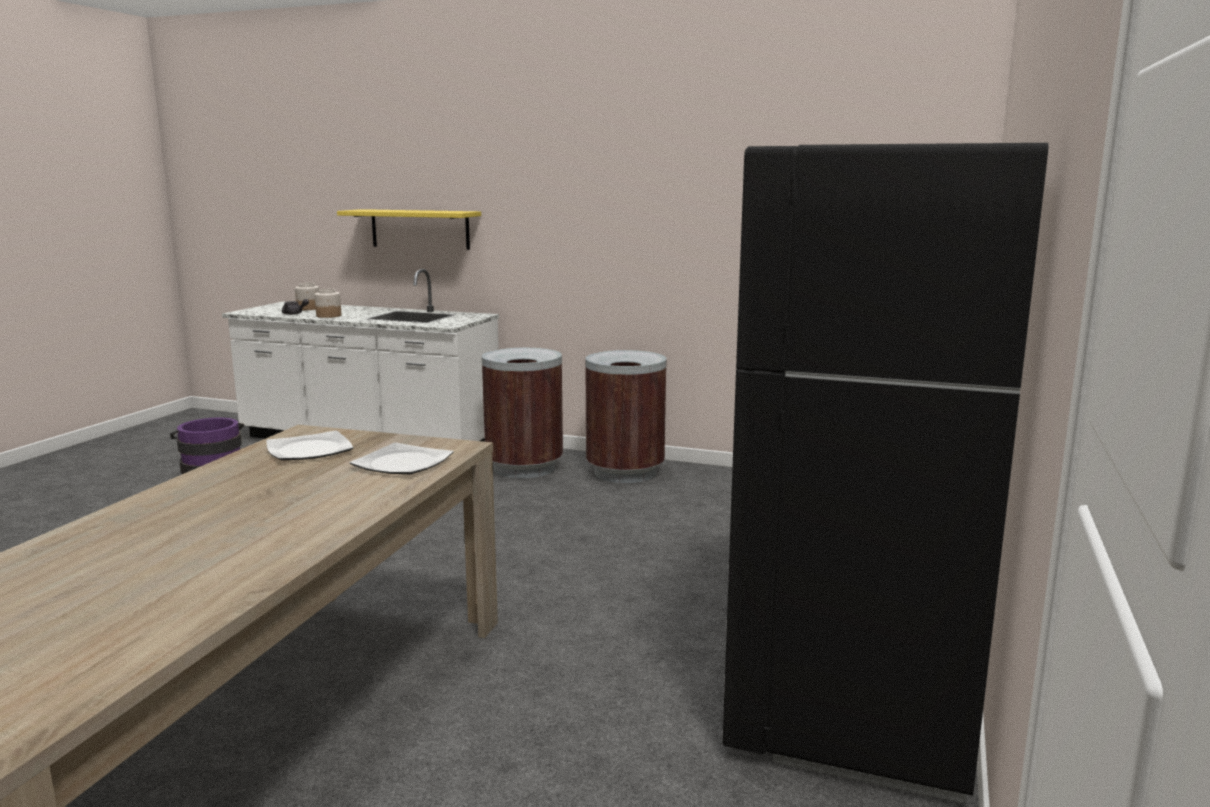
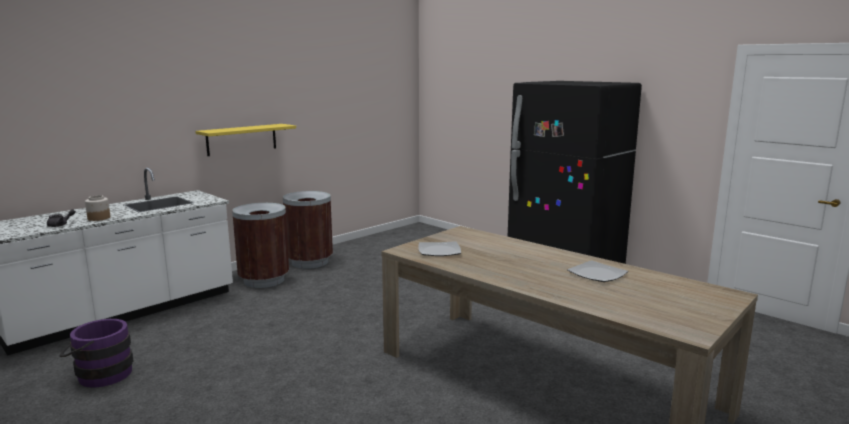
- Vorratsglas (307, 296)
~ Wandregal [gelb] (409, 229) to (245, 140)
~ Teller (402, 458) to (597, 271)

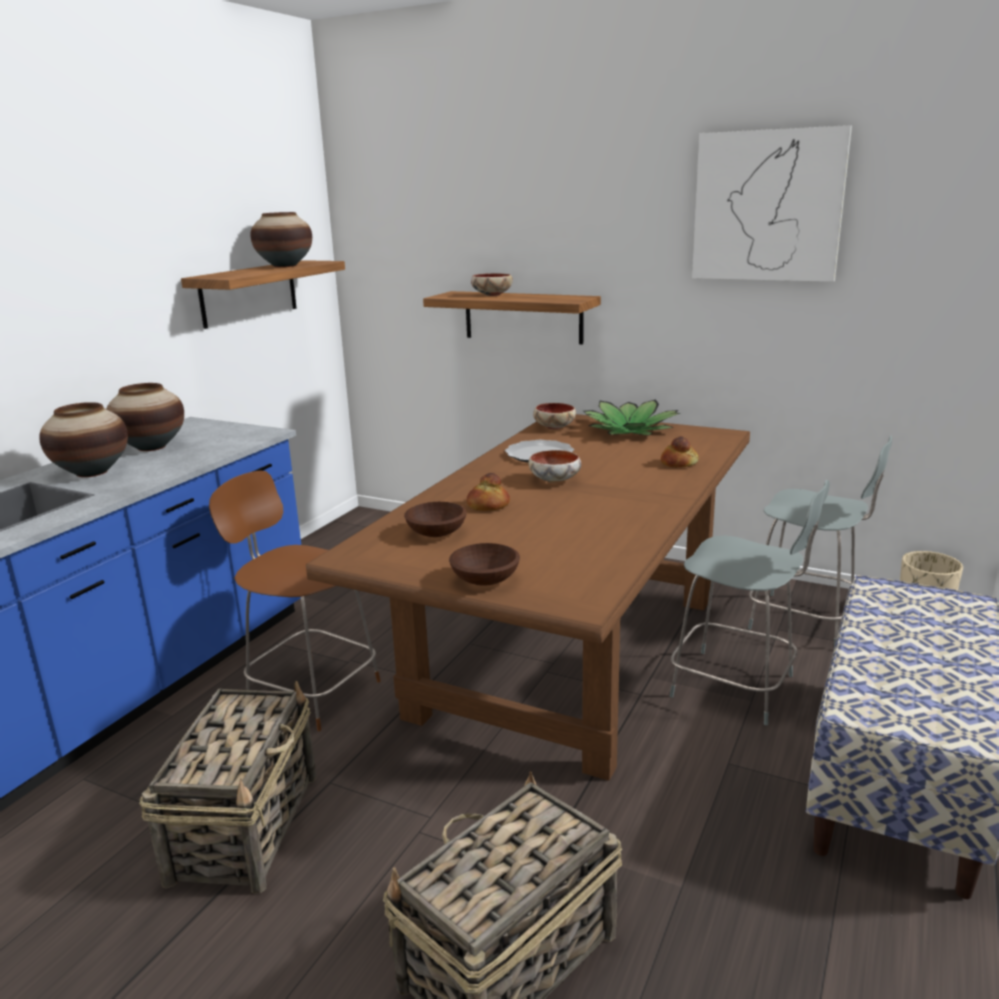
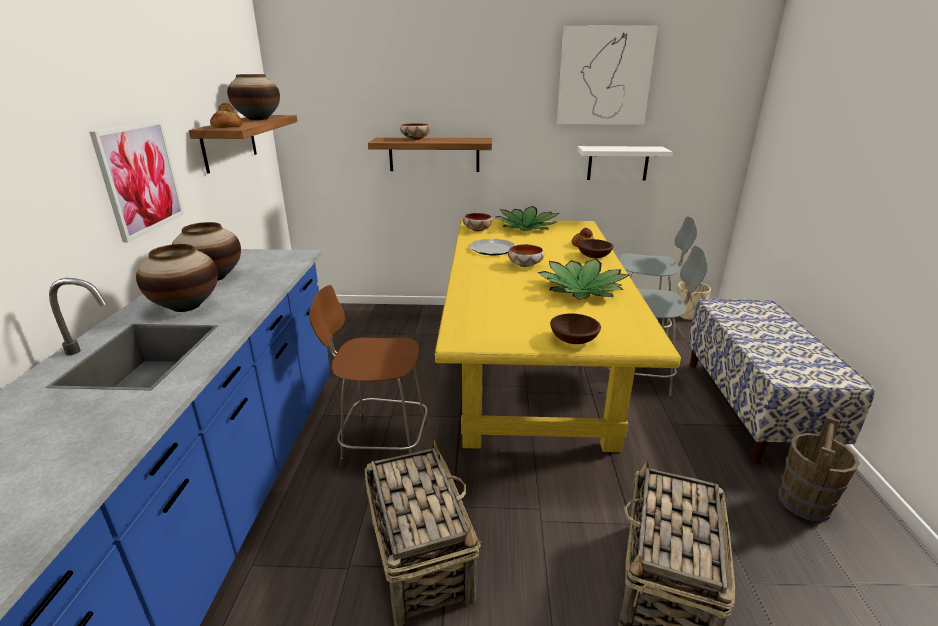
+ Bild (136, 181)
+ Topfpflanze (583, 279)
+ Wandregal [weiß] (625, 163)
+ Eimer [braun] (819, 469)
~ Schüssel [braun] (435, 519) to (595, 248)
~ Brot (488, 492) to (226, 115)
~ Esstisch [braun] (528, 597) to Esstisch [gelb] (558, 336)

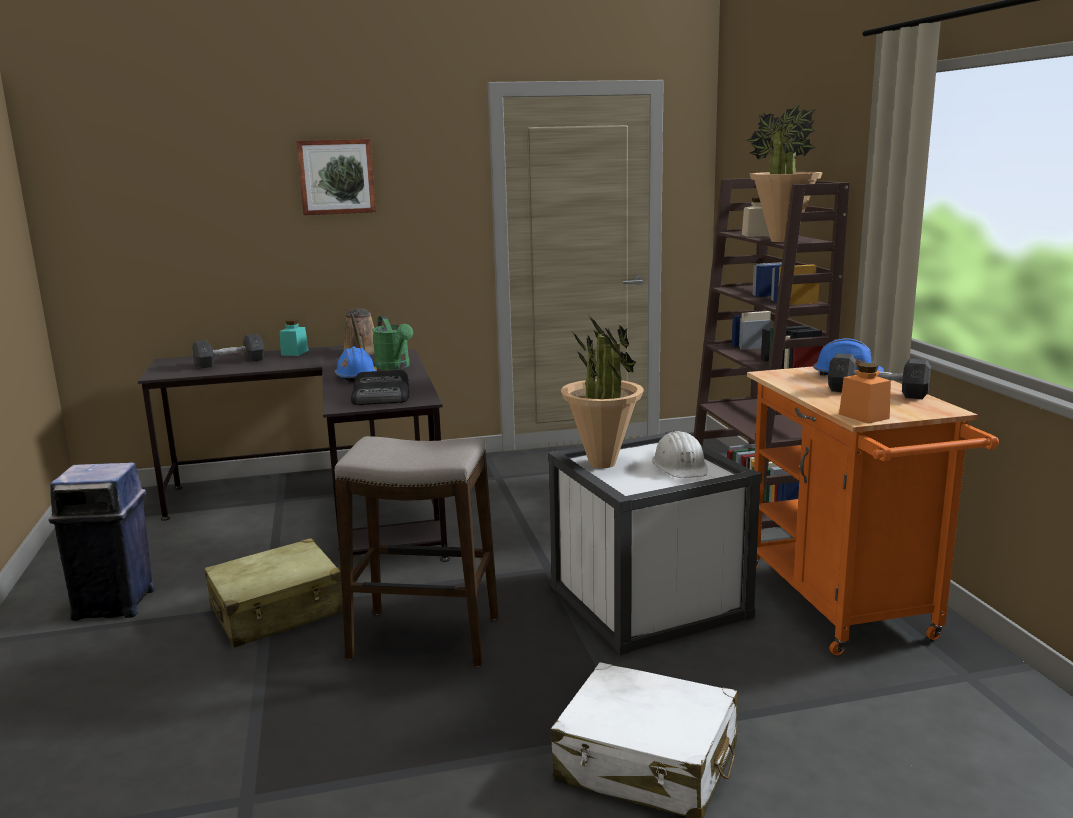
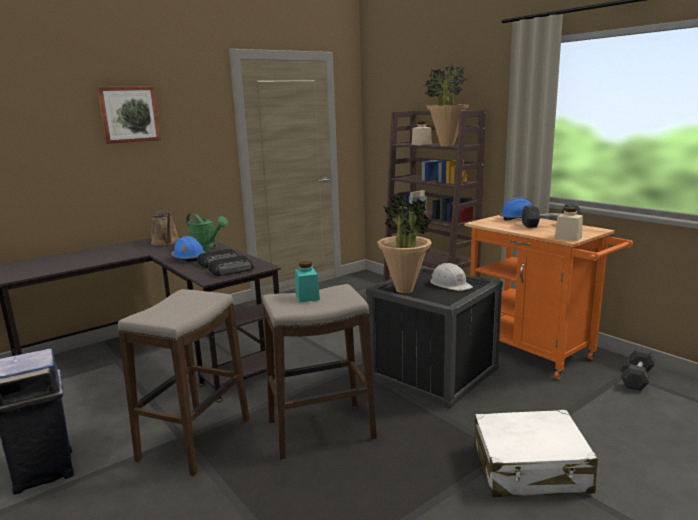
~ Hantel [grau] (228, 351) to (638, 369)
~ Vorratsglas [türkis] (294, 337) to (307, 281)
~ Koffer [beige] (273, 593) to Hocker (183, 382)
~ Aufbewahrungsbox [weiß] (655, 543) to Aufbewahrungsbox [schwarz] (434, 337)
~ Vorratsglas [orange] (865, 393) to Vorratsglas [beige] (569, 224)

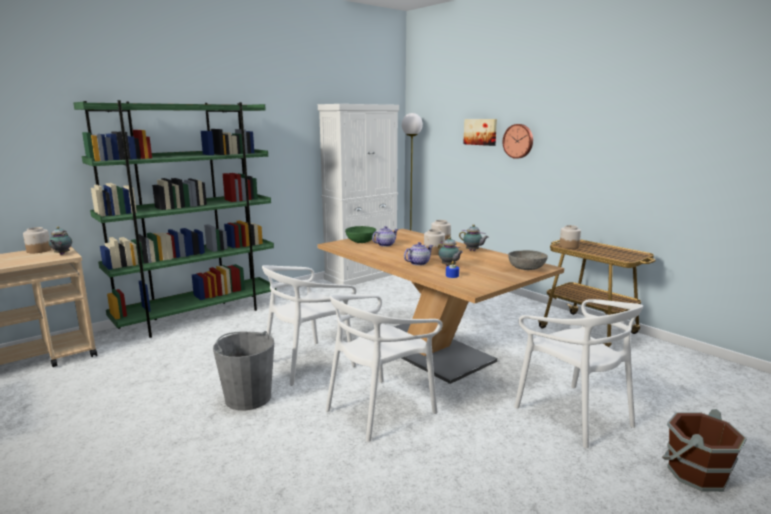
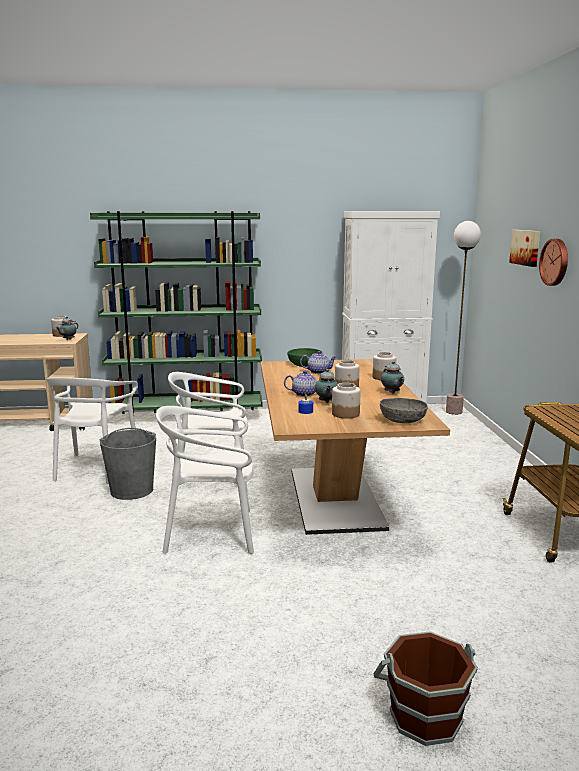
~ Stuhl [weiß] (578, 373) to (92, 430)
~ Vorratsglas (570, 237) to (346, 401)

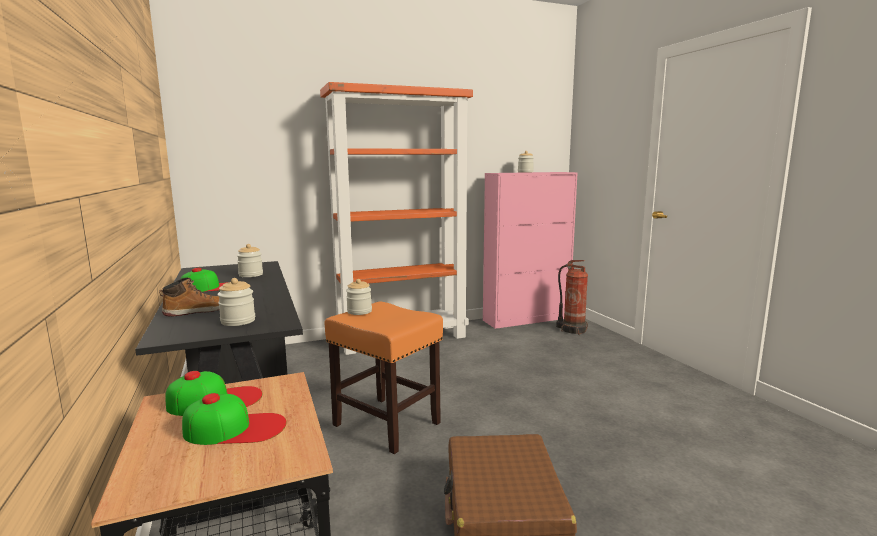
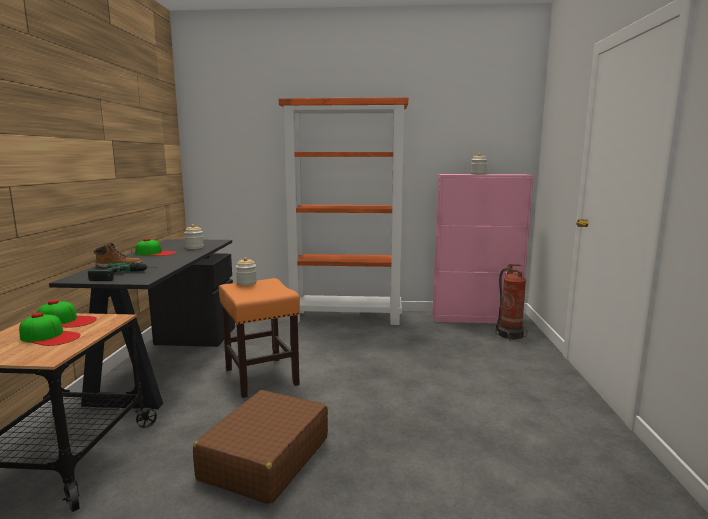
~ Vorratsglas (236, 302) to Bohrmaschine (122, 272)

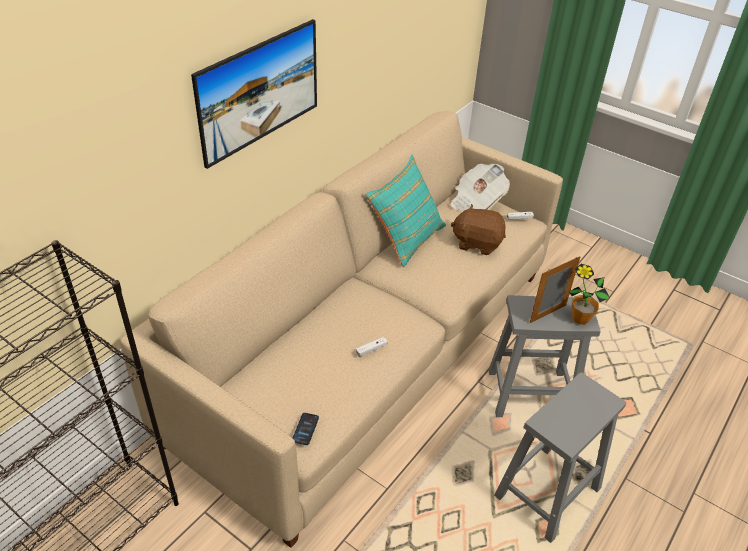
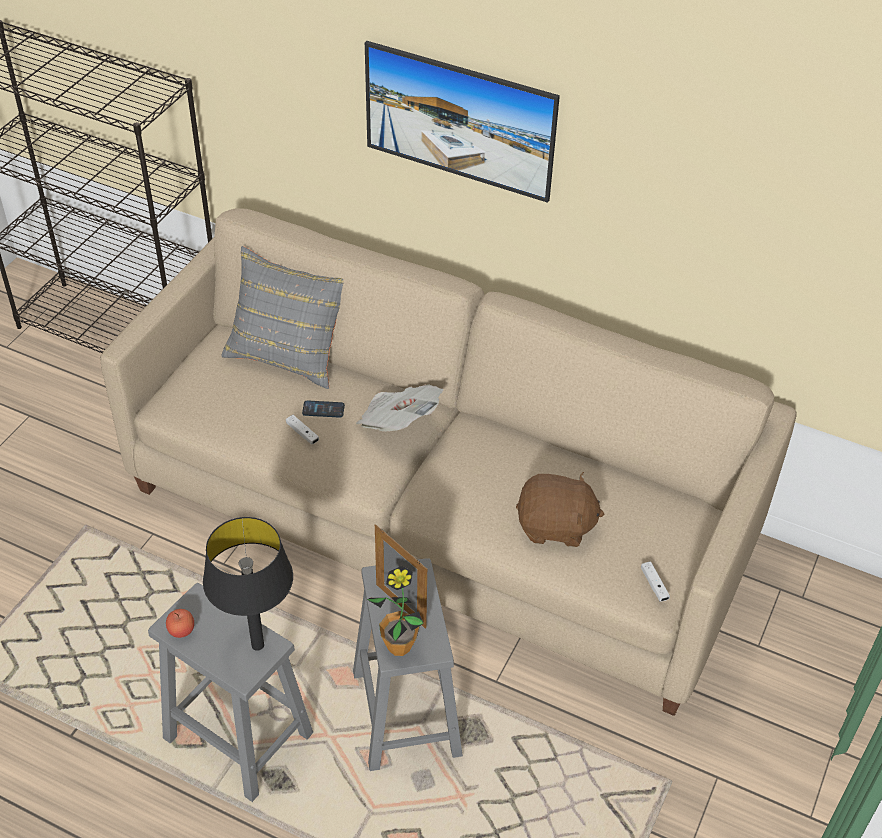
- Kissen [türkis] (405, 211)
+ Apfel (180, 623)
+ Tischlampe [schwarz] (248, 584)
+ Kissen [grau] (283, 317)
~ Handy (306, 429) to (323, 409)
~ Zeitung (480, 187) to (400, 408)
~ Plüschtier [braun] (478, 229) = (560, 509) 90 degrees clockwise

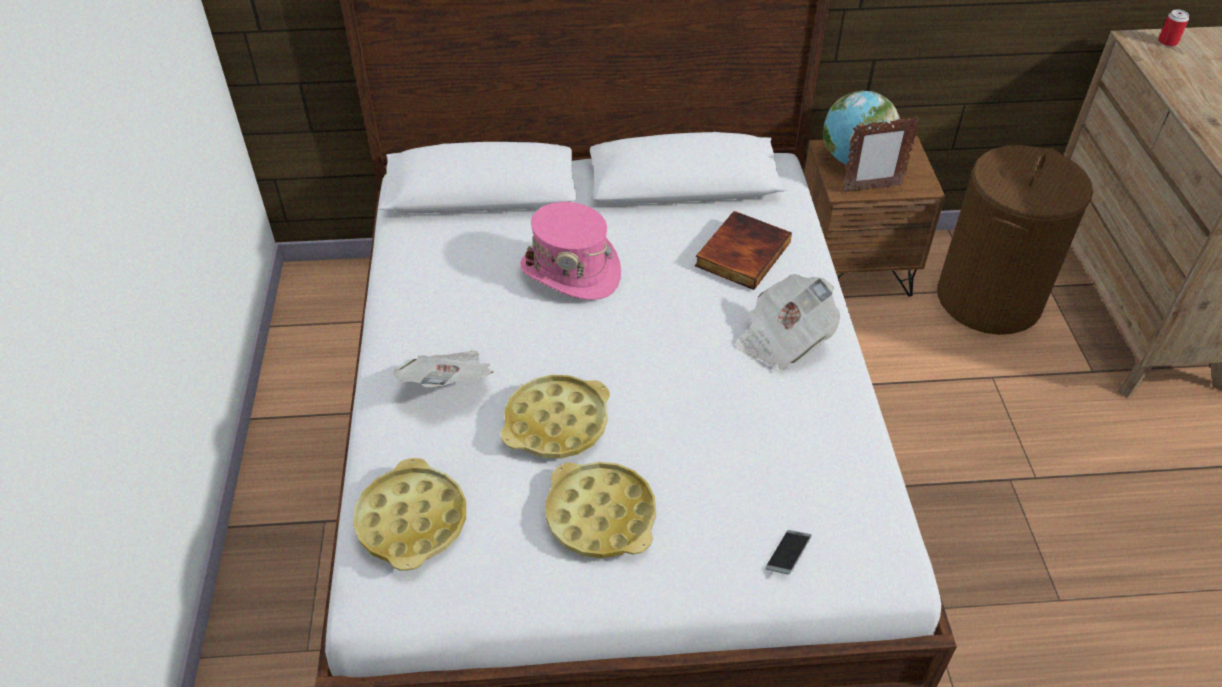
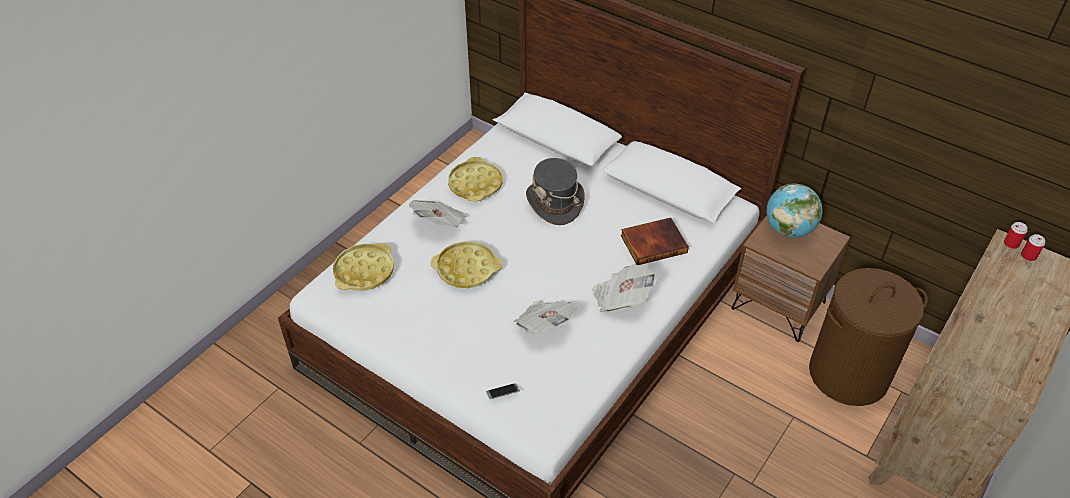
- Bilderrahmen (881, 154)
+ Zeitung (545, 317)
+ Dose (1016, 235)
~ Tablett [gelb] (601, 509) to (475, 179)
~ Hut [rosa] (570, 251) to Hut [grau] (555, 191)

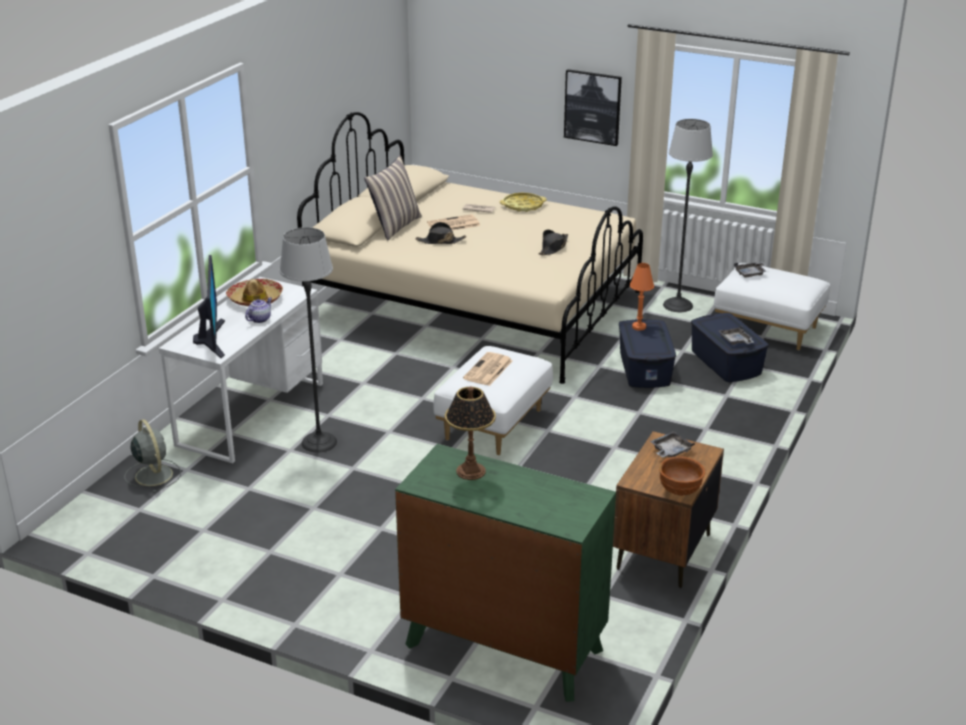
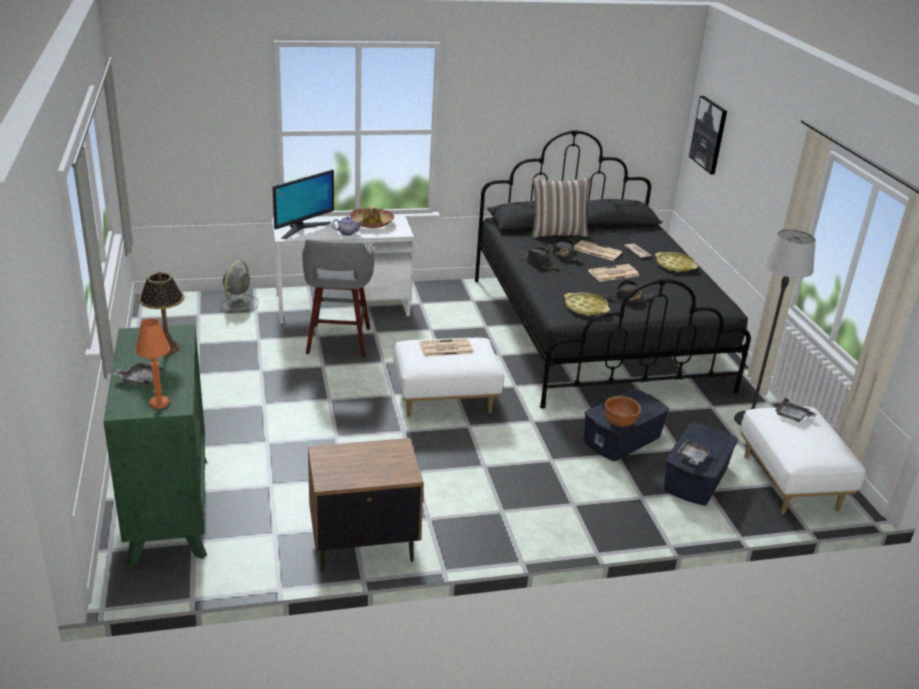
+ Hut [schwarz] (539, 258)
+ Tablett [gelb] (587, 304)
+ Zeitung (613, 273)
~ Bild (593, 107) to (708, 135)
~ Tischlampe [orange] (642, 297) to (153, 363)
~ Tablett [grau] (672, 444) to (139, 374)
~ Schüssel [braun] (682, 476) to (623, 411)
~ Stehlampe (308, 340) to Hocker [grau] (338, 298)
~ Bett [beige] (470, 248) to Bett [schwarz] (613, 269)

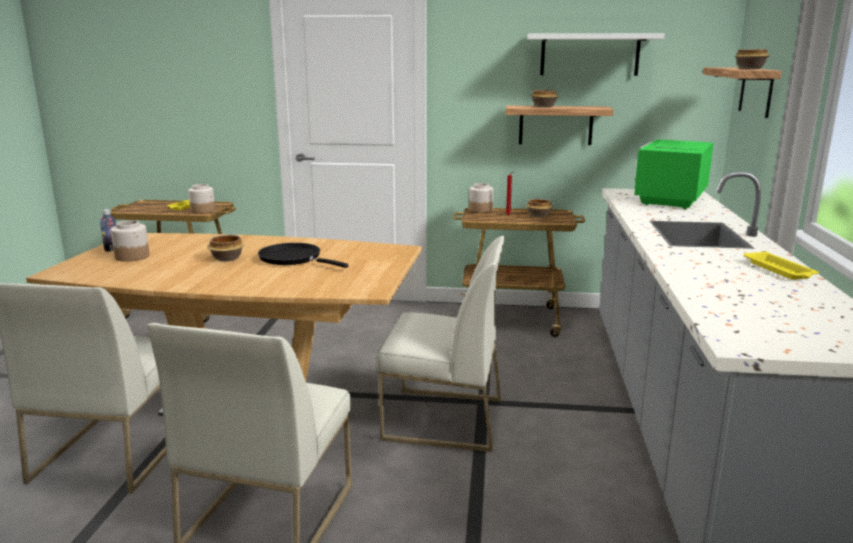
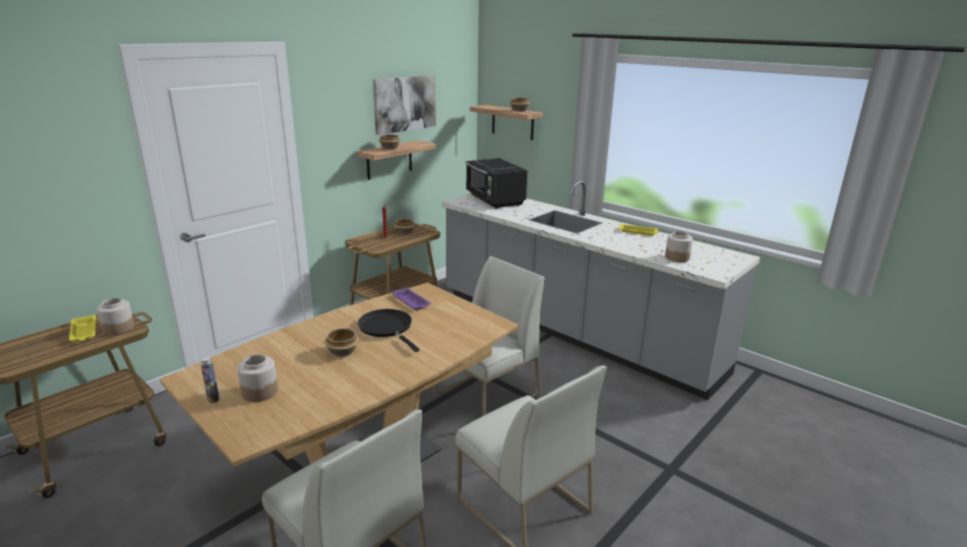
+ Tablett [lila] (411, 298)
~ Vorratsglas (481, 198) to (679, 246)
~ Wandregal [weiß] (596, 54) to Bild (404, 105)
~ Mikrowelle [grün] (674, 174) to Mikrowelle [schwarz] (496, 183)
~ Pfanne [schwarz] (303, 255) = (389, 330) 75 degrees clockwise

